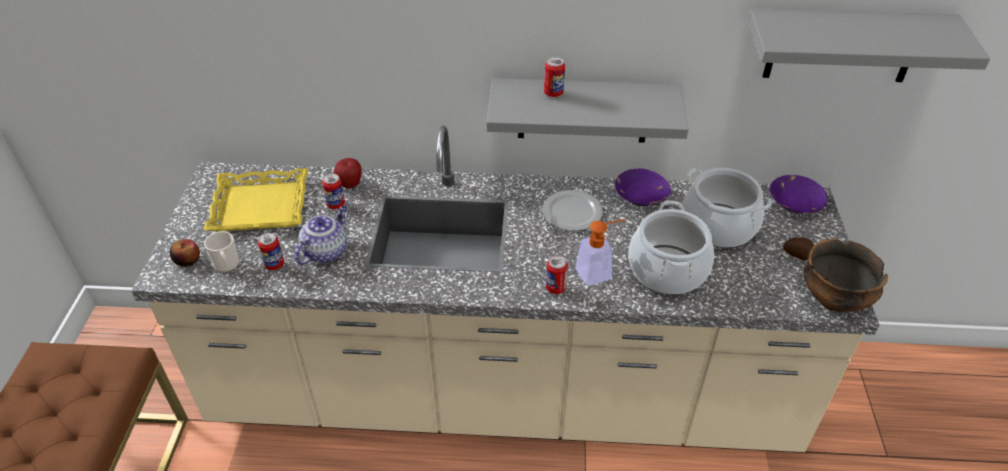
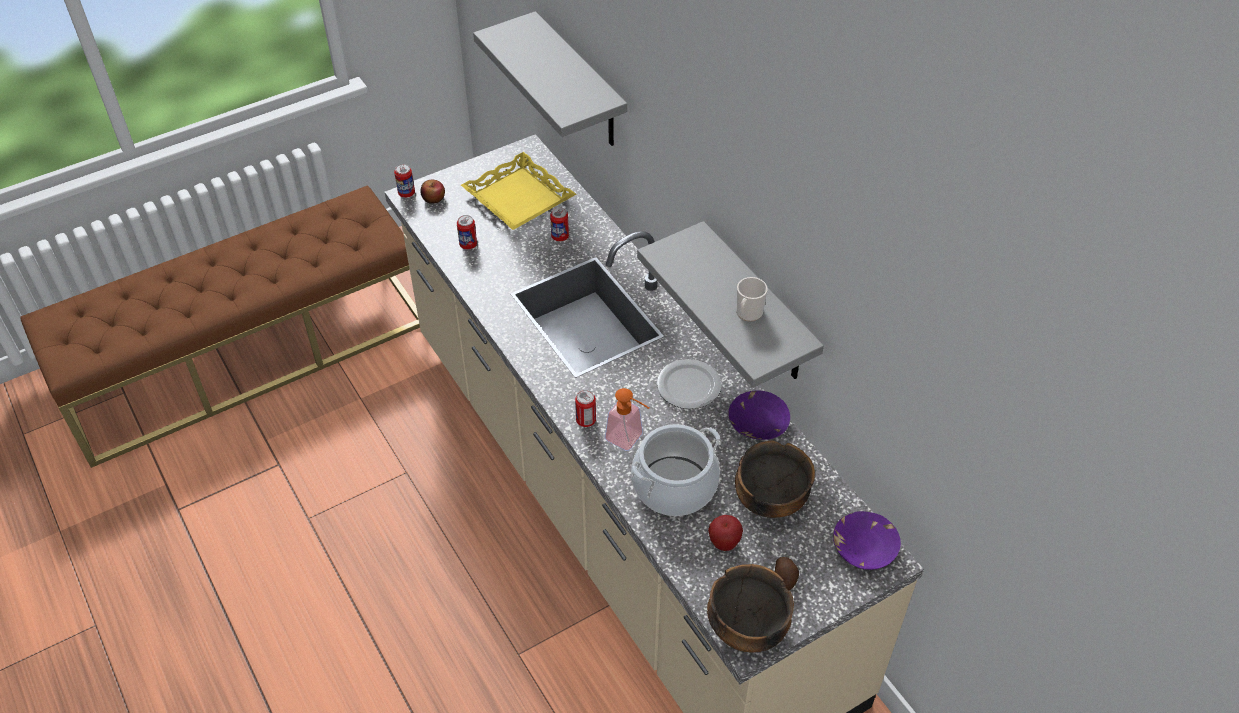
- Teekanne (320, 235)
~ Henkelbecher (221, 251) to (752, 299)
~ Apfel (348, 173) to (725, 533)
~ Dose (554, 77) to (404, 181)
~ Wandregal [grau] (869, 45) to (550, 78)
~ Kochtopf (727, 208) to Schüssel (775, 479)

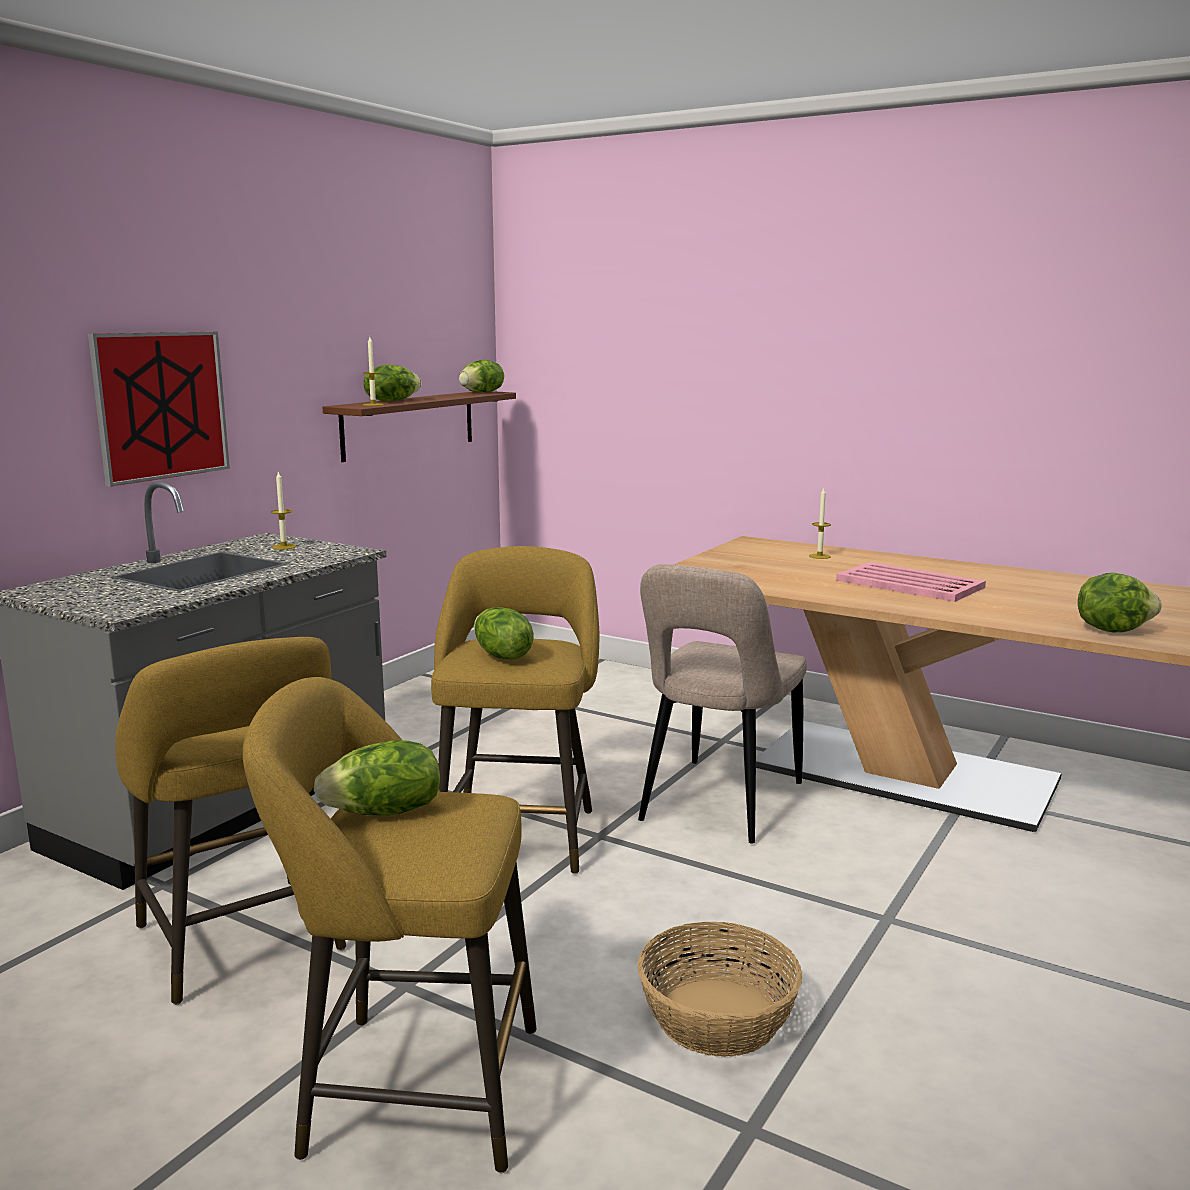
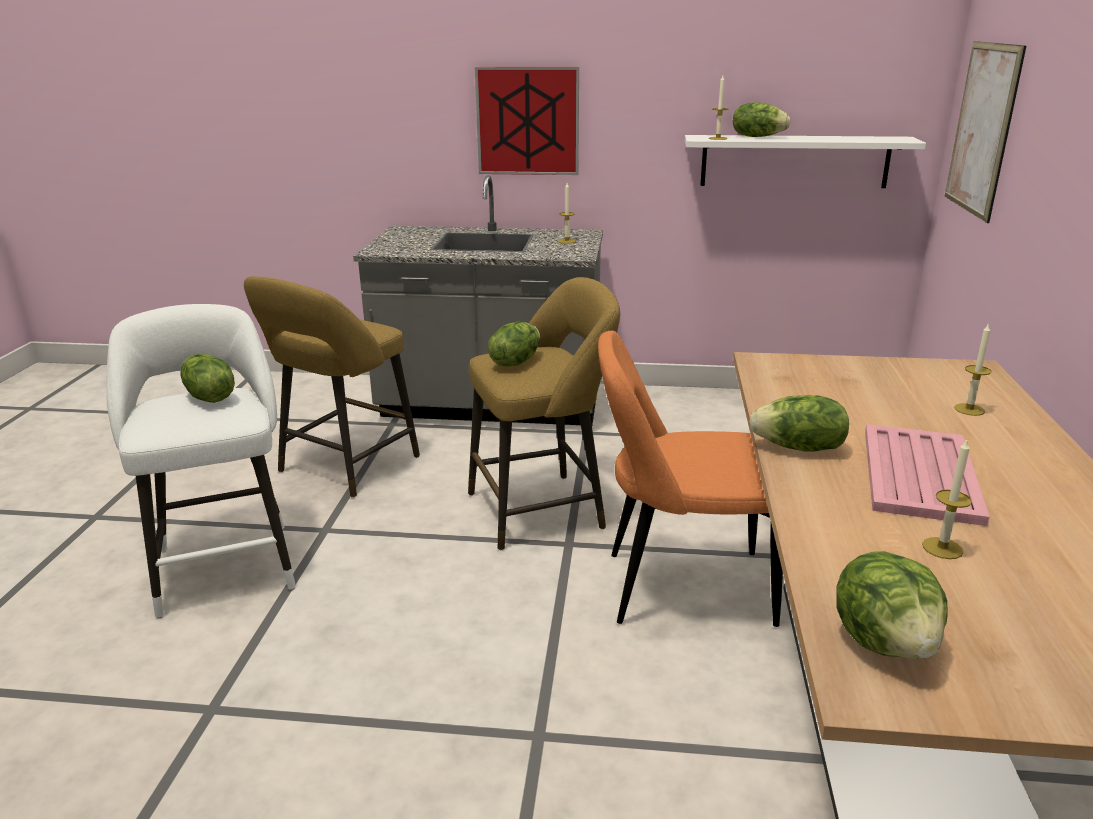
- Korb (720, 989)
+ Kerze (947, 499)
+ Bild (985, 132)
~ Salatkopf (481, 376) to (799, 423)
~ Hocker [gelb] (389, 925) to Hocker [weiß] (201, 461)
~ Wandregal [braun] (419, 426) to Wandregal [weiß] (805, 161)
~ Stuhl [beige] (722, 704) to Stuhl [orange] (690, 479)

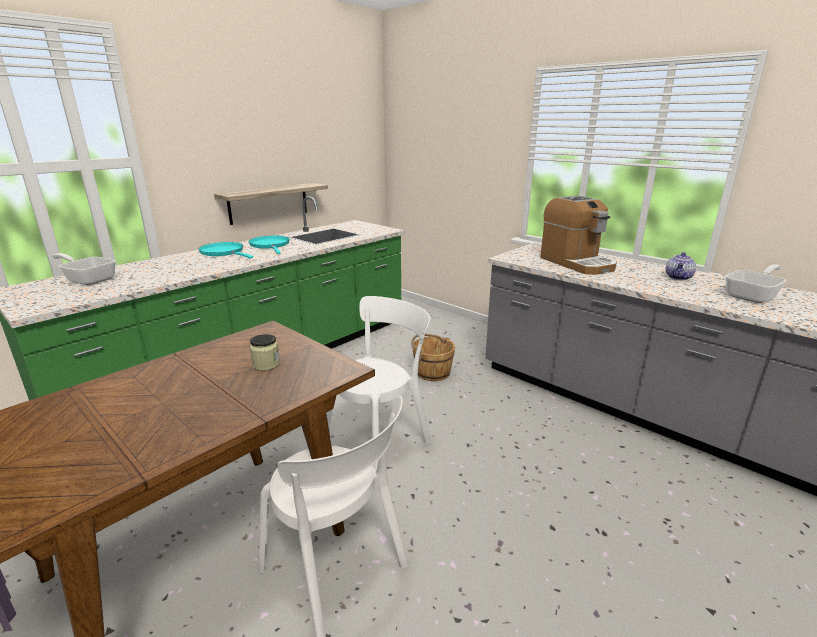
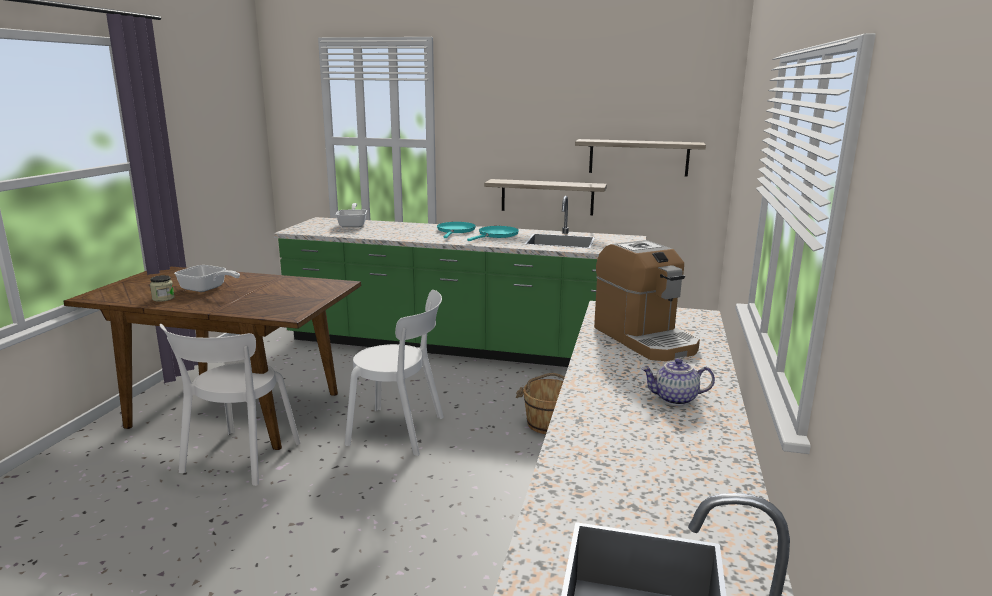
+ Wandregal (640, 158)
~ Vorratsglas (265, 352) to (162, 288)
~ Pfanne (756, 283) to (207, 278)
~ Kaffeemaschine (578, 235) = (647, 300) 60 degrees counterclockwise

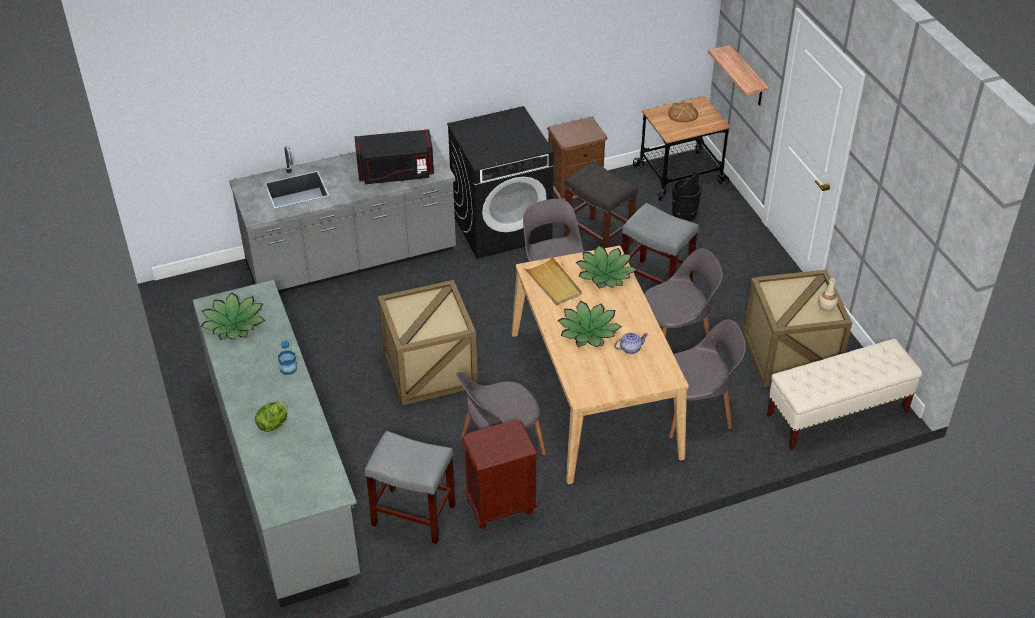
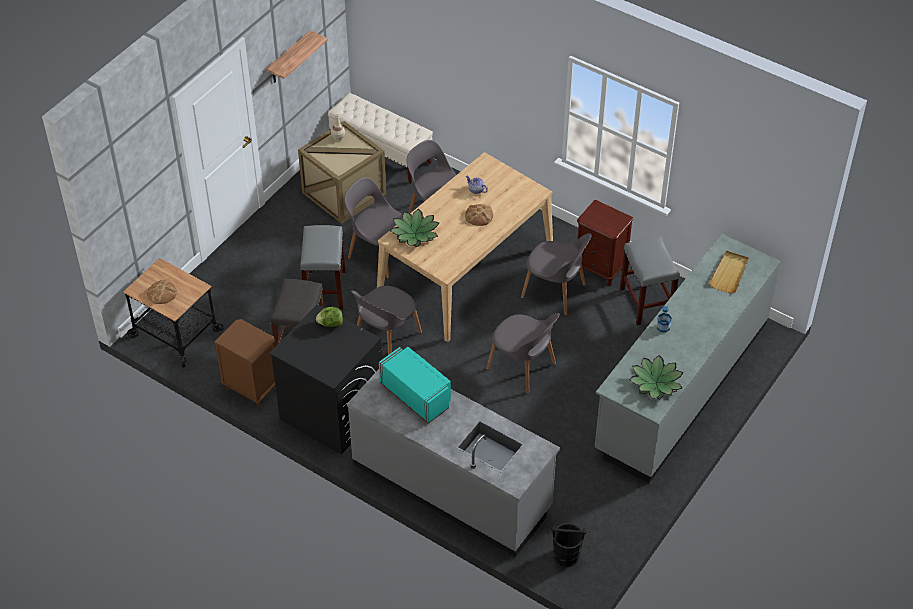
~ Salatkopf (271, 417) to (329, 317)
~ Tablett [beige] (553, 281) to (728, 272)
~ Eimer [schwarz] (687, 196) to (569, 545)
~ Wandregal (738, 75) to (297, 56)
~ Kiste (428, 342) to Stuhl [grau] (523, 353)
~ Topfpflanze (590, 324) to Brot (479, 215)
~ Mikrowelle [schwarz] (394, 156) to Mikrowelle [türkis] (415, 385)

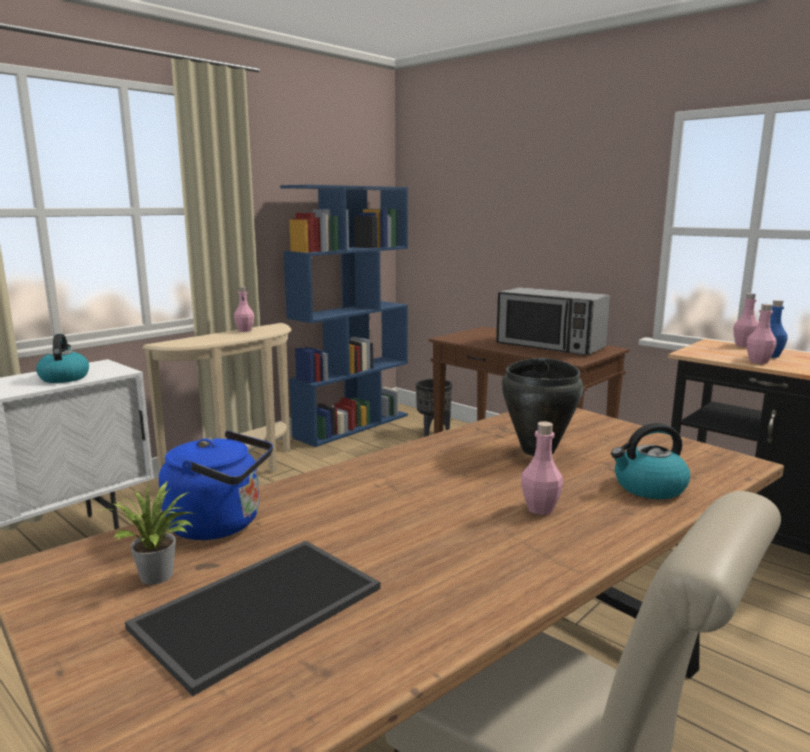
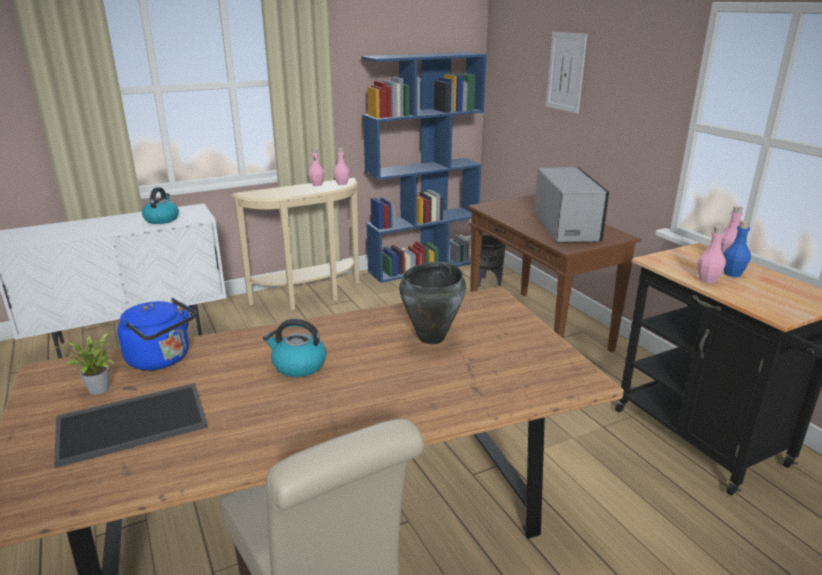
+ Bild (566, 73)
~ Flasche [rosa] (542, 468) to (341, 166)
~ Wasserkessel (650, 461) to (295, 348)
~ Mikrowelle (553, 321) = (571, 205) 150 degrees counterclockwise

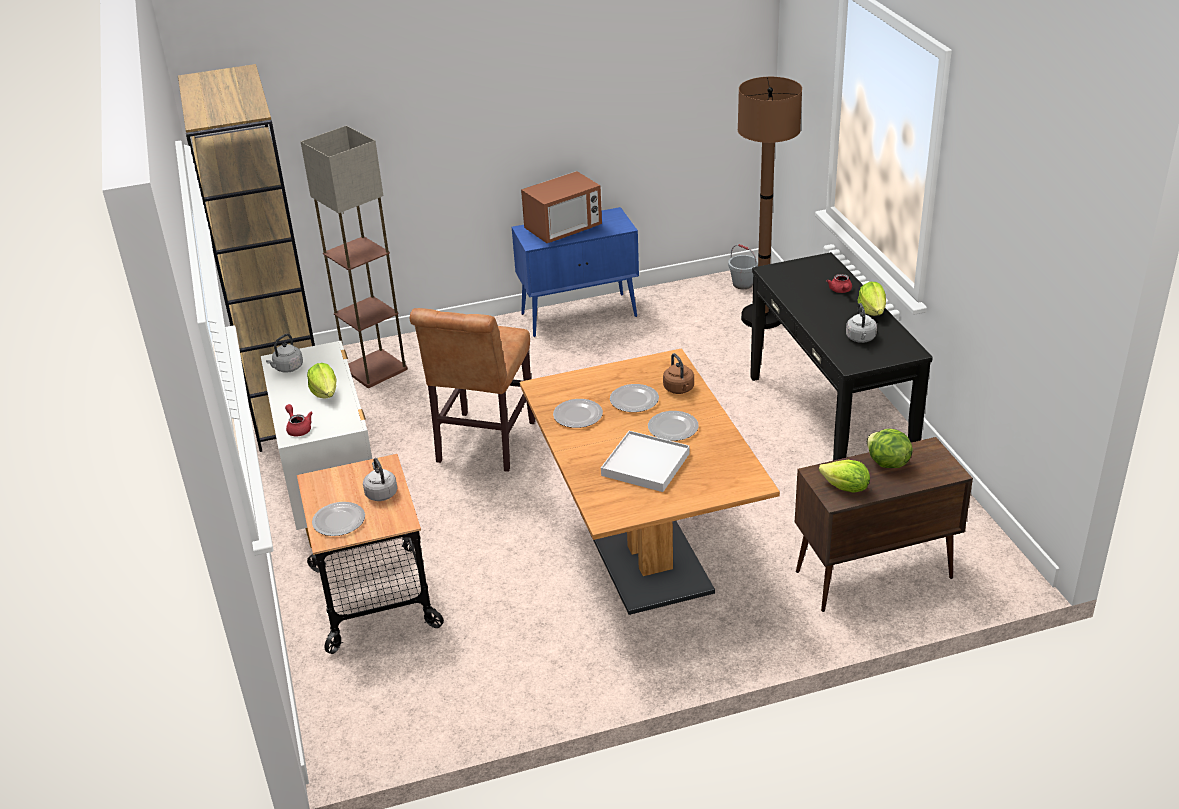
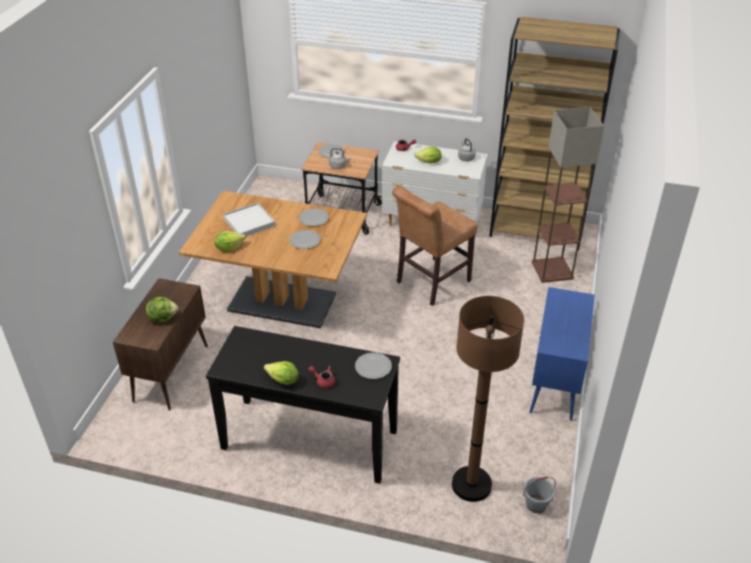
- Mikrowelle (561, 207)
- Wasserkessel [braun] (678, 373)
- Wasserkessel [grau] (861, 323)
~ Teller (673, 426) to (373, 365)
~ Salatkopf (844, 476) to (230, 241)
~ Stuhl [braun] (472, 390) = (435, 246) 90 degrees counterclockwise

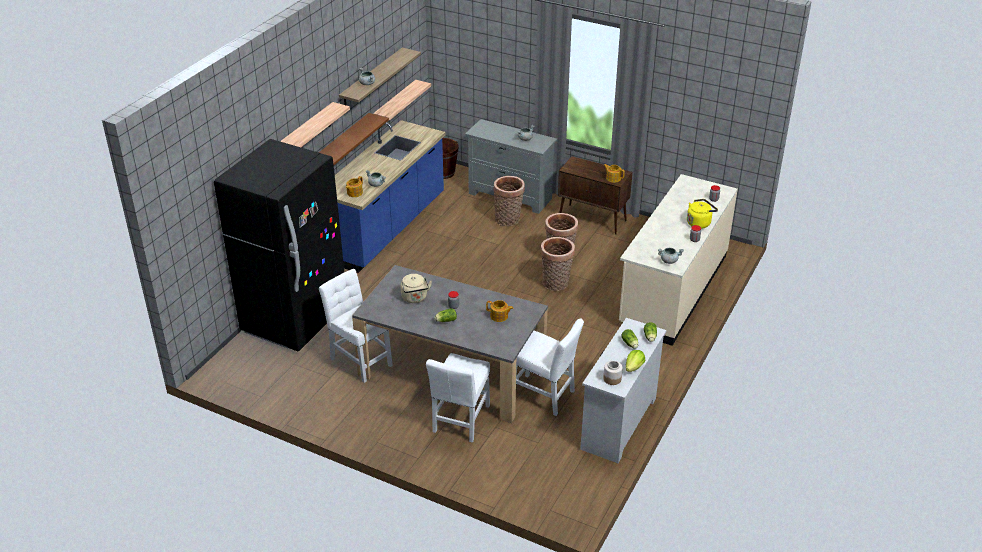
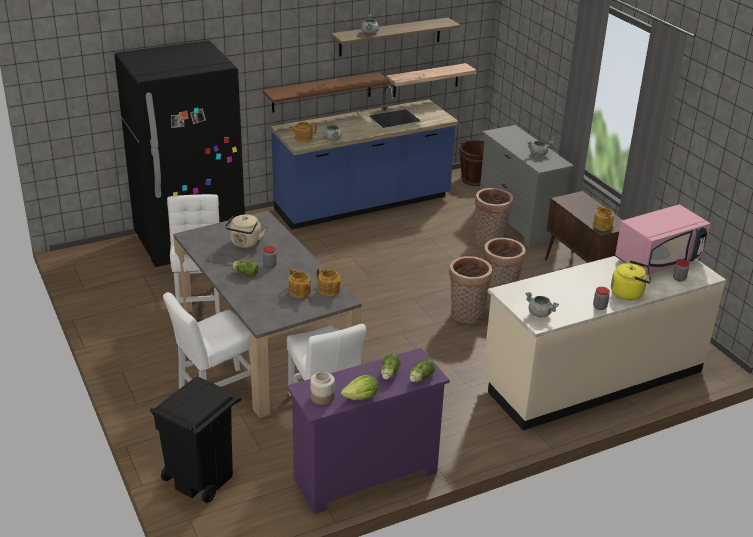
- Wandregal (315, 124)
+ Mülleimer [schwarz] (195, 440)
+ Teekanne (329, 281)
+ Mikrowelle [rosa] (663, 240)
~ Kommode [weiß] (623, 390) to Kommode [lila] (368, 431)

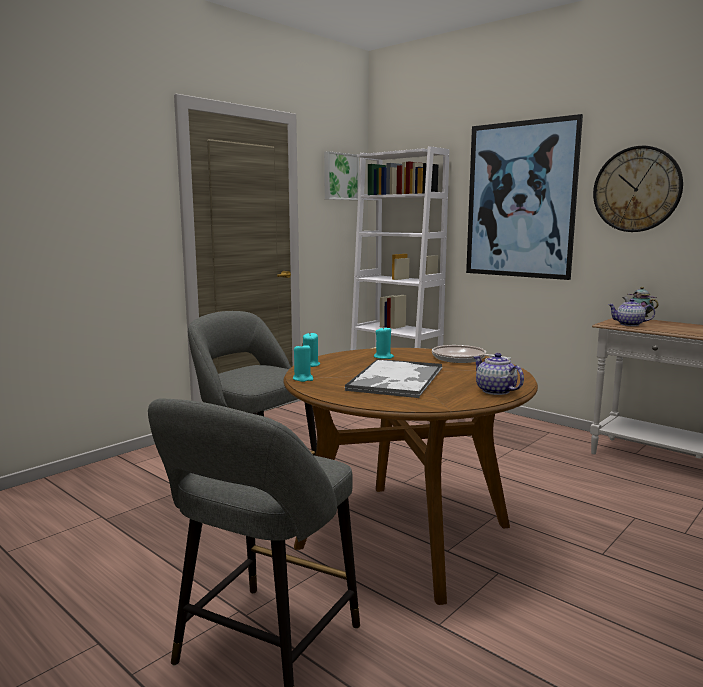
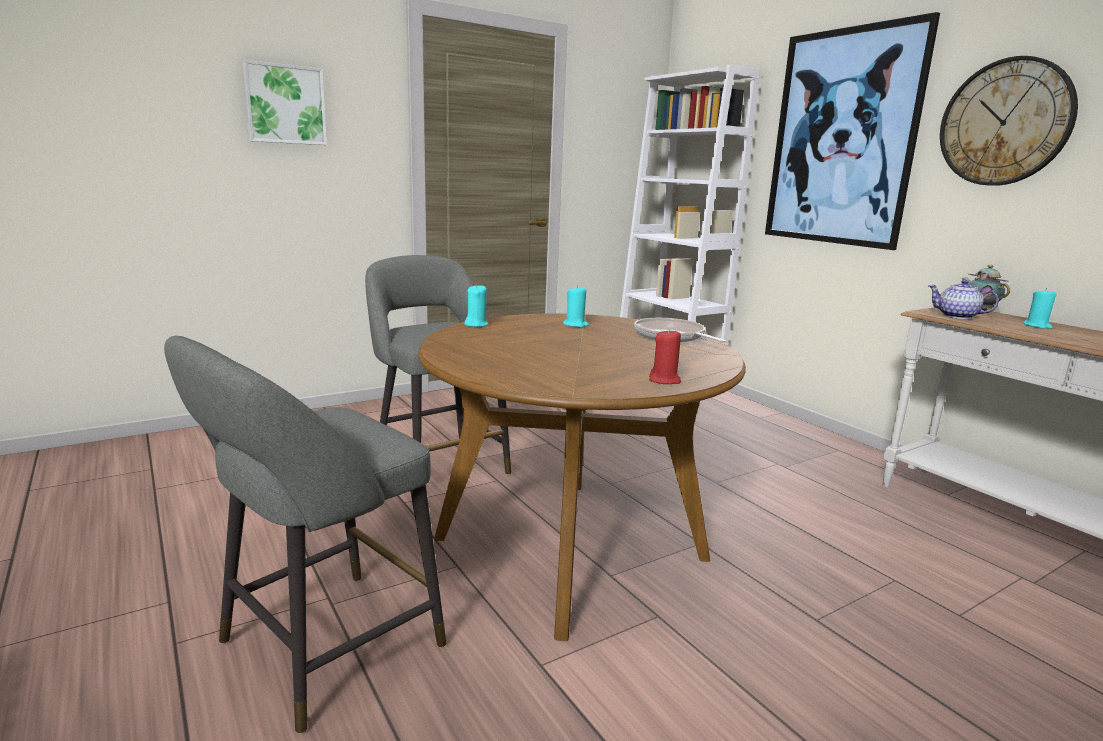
- Tablett (393, 378)
~ Kerze [türkis] (303, 362) to (1040, 308)
~ Bild (341, 175) to (284, 102)
~ Teekanne (498, 374) to Kerze [rot] (665, 356)

